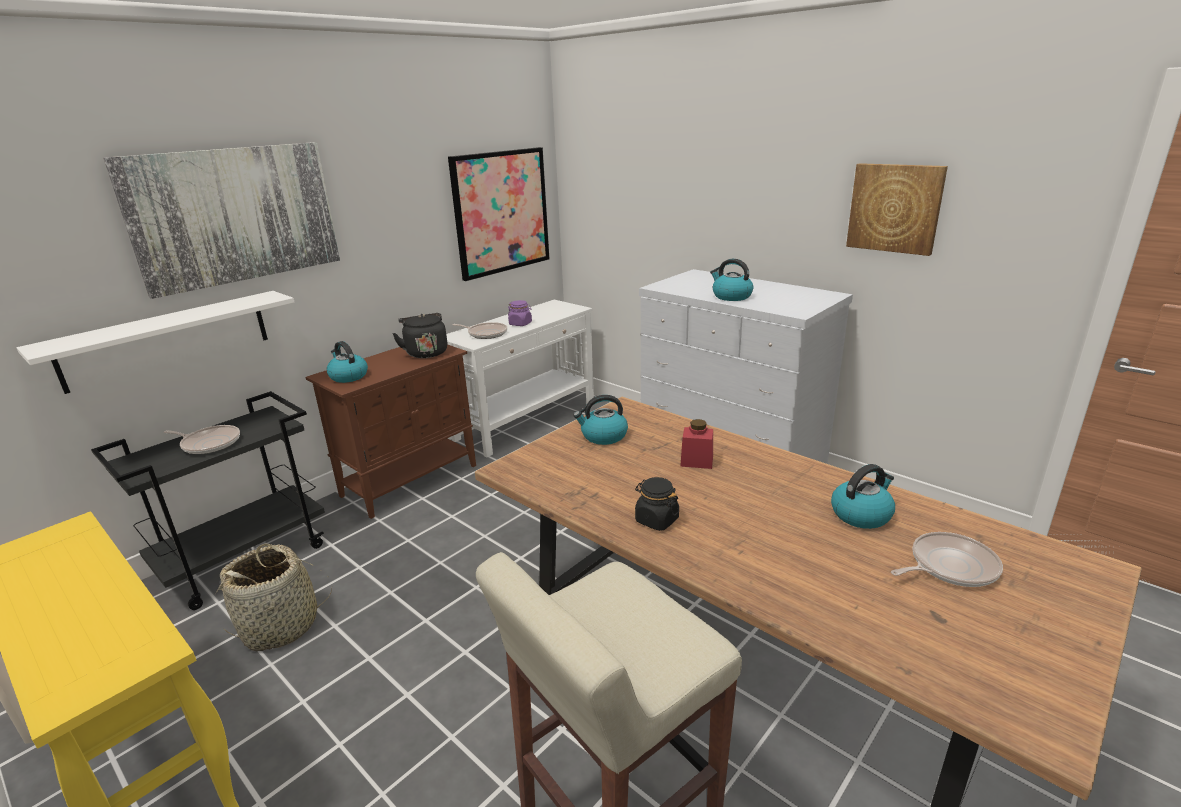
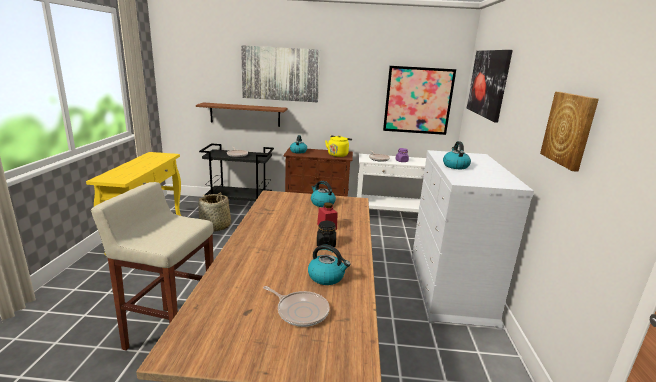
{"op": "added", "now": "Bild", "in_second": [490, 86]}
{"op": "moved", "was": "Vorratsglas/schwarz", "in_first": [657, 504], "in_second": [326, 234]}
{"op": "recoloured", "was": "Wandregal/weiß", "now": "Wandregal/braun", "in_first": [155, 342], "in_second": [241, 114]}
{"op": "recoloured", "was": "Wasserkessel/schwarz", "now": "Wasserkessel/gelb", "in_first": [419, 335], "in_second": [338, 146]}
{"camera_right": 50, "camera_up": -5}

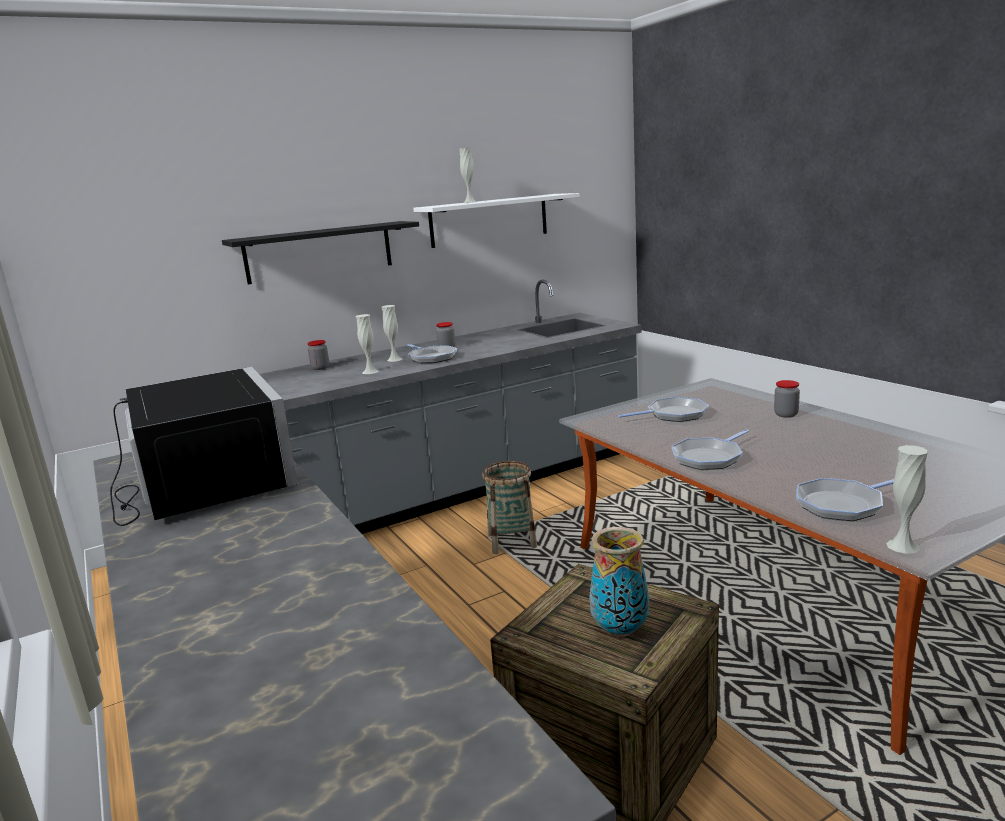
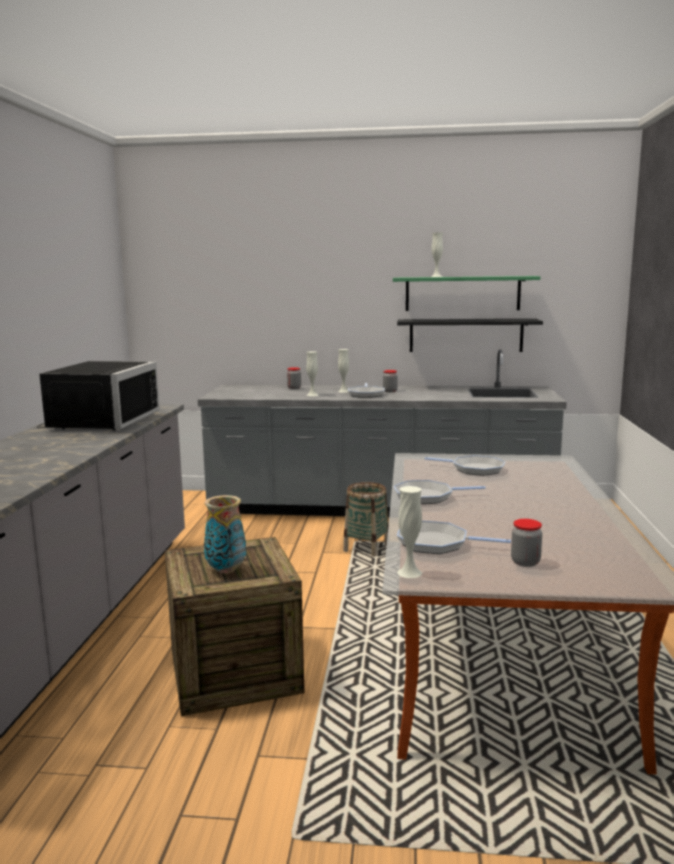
{"op": "moved", "was": "Wandregal/schwarz", "in_first": [320, 253], "in_second": [470, 335]}
{"op": "moved", "was": "Vorratsglas", "in_first": [787, 399], "in_second": [526, 543]}
{"op": "recoloured", "was": "Wandregal/weiß", "now": "Wandregal/grün", "in_first": [496, 220], "in_second": [466, 293]}
{"camera_right": 35, "camera_up": -5}

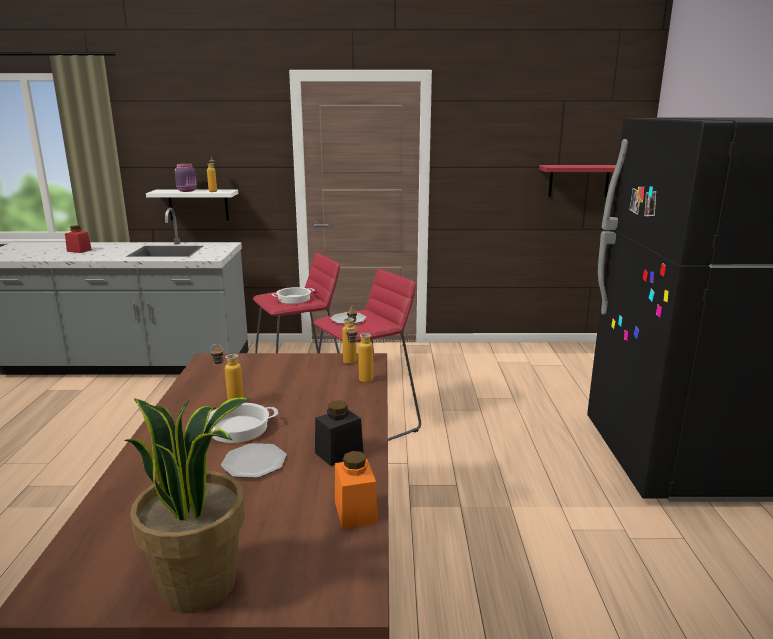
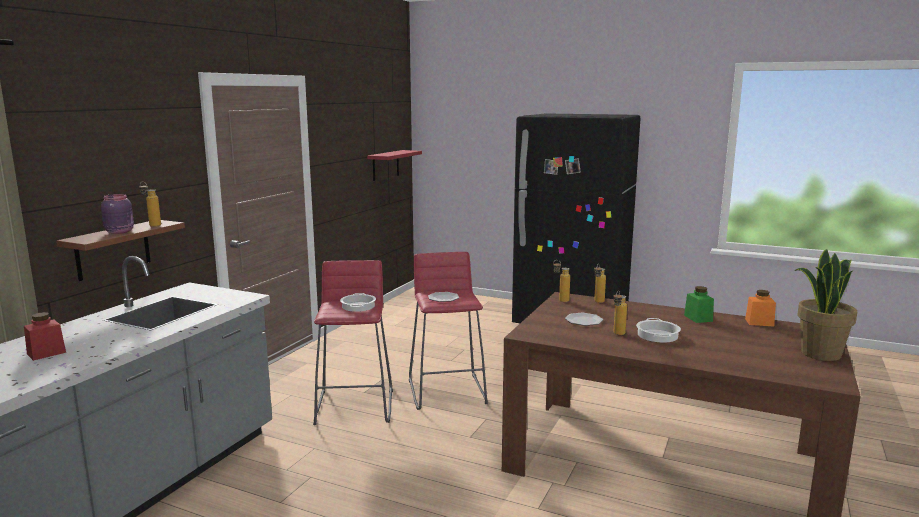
{"op": "moved", "was": "Teller", "in_first": [254, 460], "in_second": [584, 319]}
{"op": "recoloured", "was": "Wandregal/weiß", "now": "Wandregal/braun", "in_first": [192, 205], "in_second": [120, 250]}
{"op": "recoloured", "was": "Vorratsglas/schwarz", "now": "Vorratsglas/grün", "in_first": [339, 433], "in_second": [699, 304]}
{"camera_right": -65, "camera_up": -5}

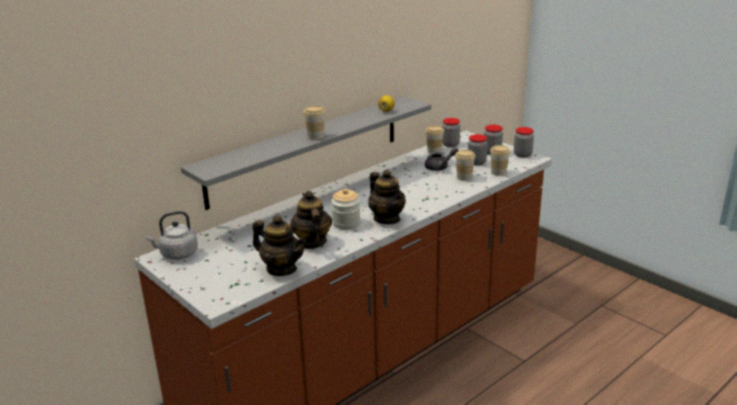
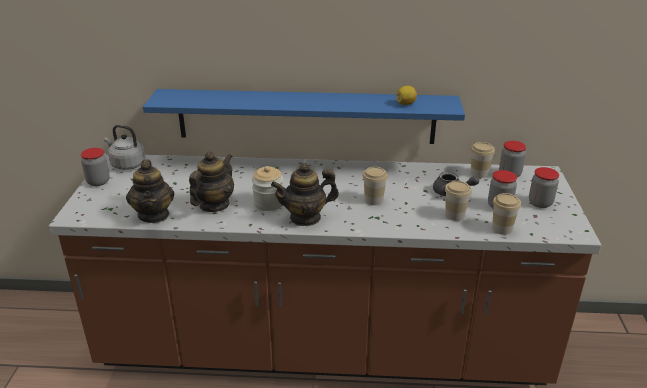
{"op": "moved", "was": "Tasse", "in_first": [314, 122], "in_second": [375, 186]}
{"op": "moved", "was": "Vorratsglas", "in_first": [524, 142], "in_second": [95, 167]}
{"op": "recoloured", "was": "Wandregal/grau", "now": "Wandregal/blau", "in_first": [306, 153], "in_second": [304, 116]}
{"op": "turned", "was": "Teekanne", "in_first": [387, 197], "in_second": [305, 194], "clockwise": 60}
{"camera_right": 45, "camera_up": 5}

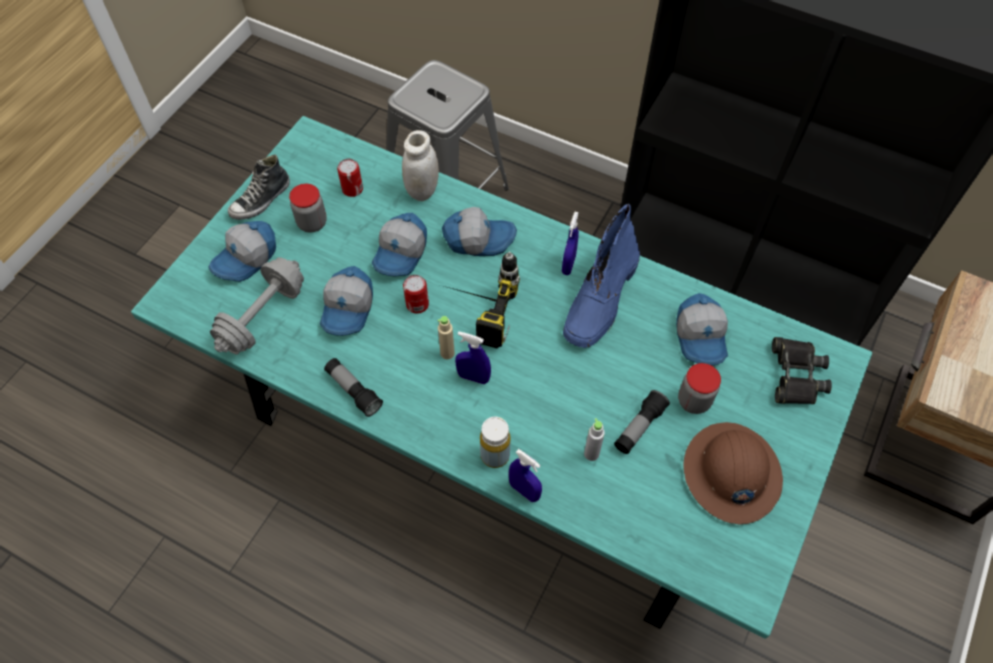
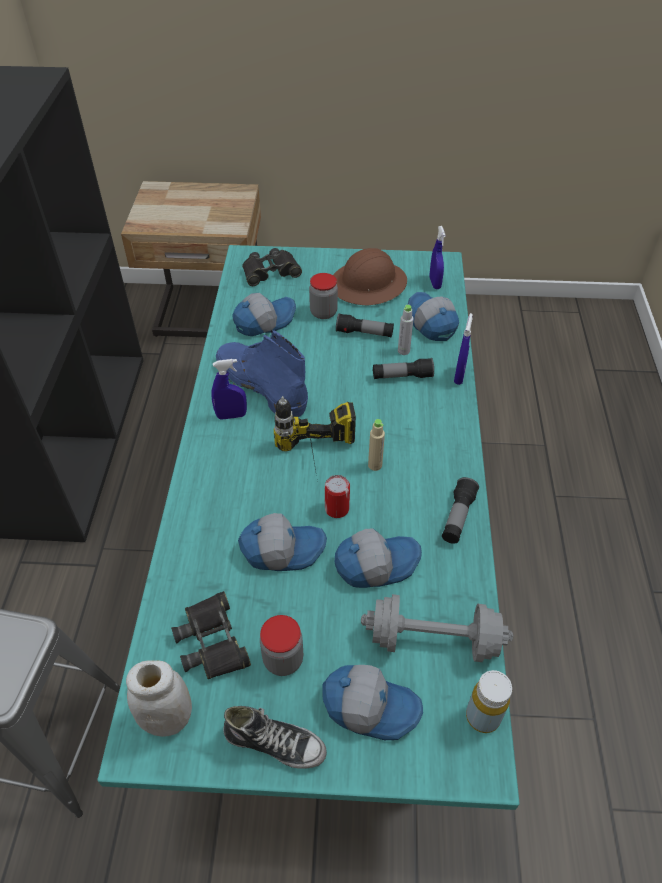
{"op": "added", "now": "Taschenlampe", "in_second": [403, 368]}
{"op": "moved", "was": "Vorratsglas/weiß", "in_first": [420, 165], "in_second": [159, 698]}
{"op": "moved", "was": "Kappe", "in_first": [479, 231], "in_second": [433, 316]}
{"op": "moved", "was": "Sprühflasche/blau", "in_first": [473, 358], "in_second": [437, 257]}
{"op": "moved", "was": "Flasche/gelb", "in_first": [495, 442], "in_second": [489, 701]}
{"op": "replaced", "was": "Dose", "now": "Fernglas/schwarz", "in_first": [350, 178], "in_second": [211, 635]}
{"op": "turned", "was": "Stiefel/blau", "in_first": [601, 276], "in_second": [262, 374], "clockwise": -135}
{"camera_right": -115, "camera_up": -10}

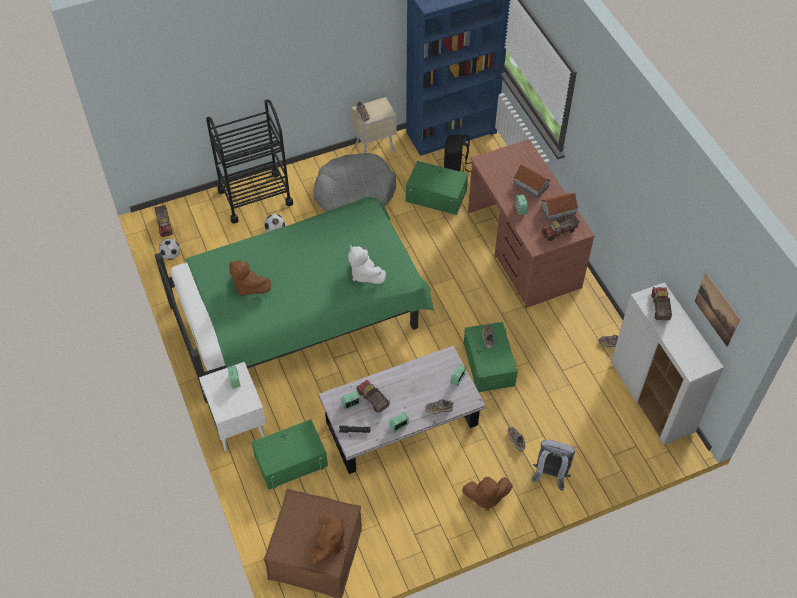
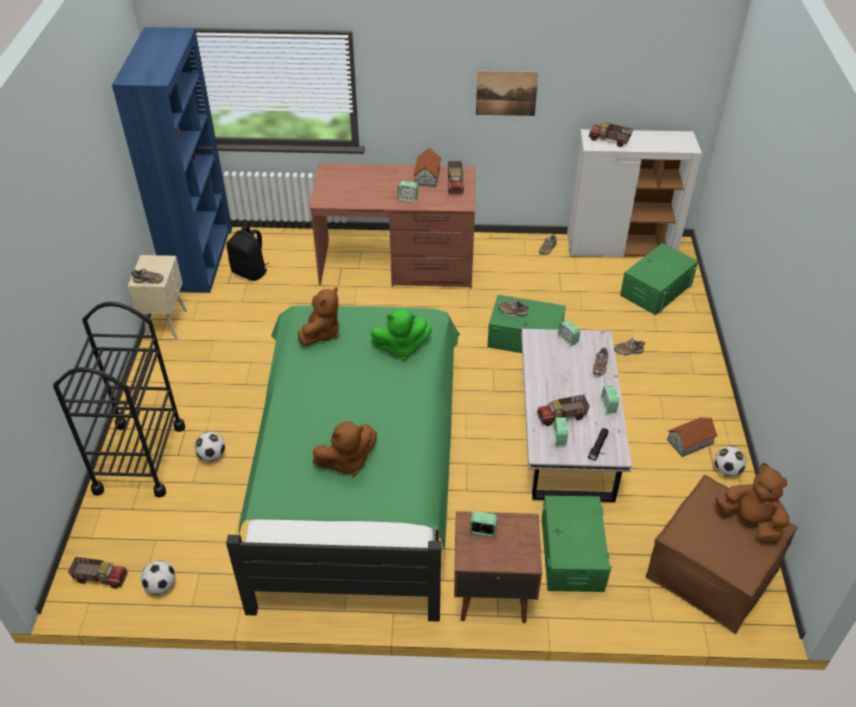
{"op": "removed", "was": "Hundebett/grau", "in_first": [354, 182]}
{"op": "removed", "was": "Rucksack/grau", "in_first": [553, 465]}
{"op": "added", "now": "Fußball", "in_second": [730, 461]}
{"op": "moved", "was": "Aufbewahrungsbox/grün", "in_first": [437, 188], "in_second": [659, 279]}
{"op": "moved", "was": "Plüschtier/braun", "in_first": [487, 494], "in_second": [318, 316]}
{"op": "moved", "was": "Spielzeughaus", "in_first": [532, 181], "in_second": [692, 437]}
{"op": "moved", "was": "Bild", "in_first": [717, 310], "in_second": [507, 93]}
{"op": "recoloured", "was": "Nachttisch/weiß", "now": "Nachttisch/braun", "in_first": [232, 406], "in_second": [498, 567]}
{"op": "recoloured", "was": "Plüschtier/weiß", "now": "Plüschtier/grün", "in_first": [367, 264], "in_second": [401, 334]}
{"camera_right": -65, "camera_up": -10}

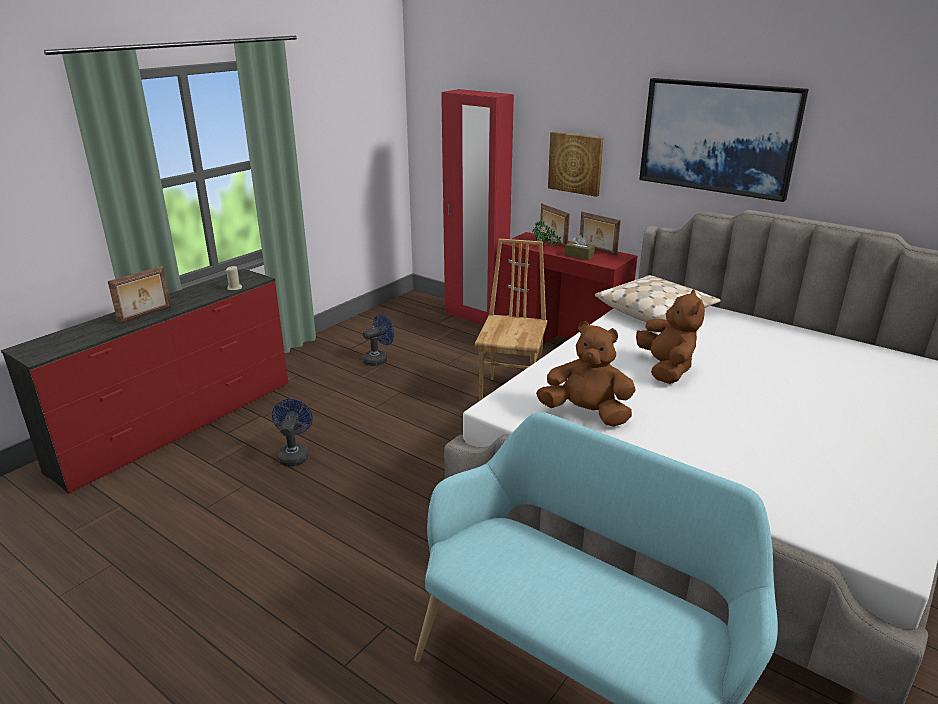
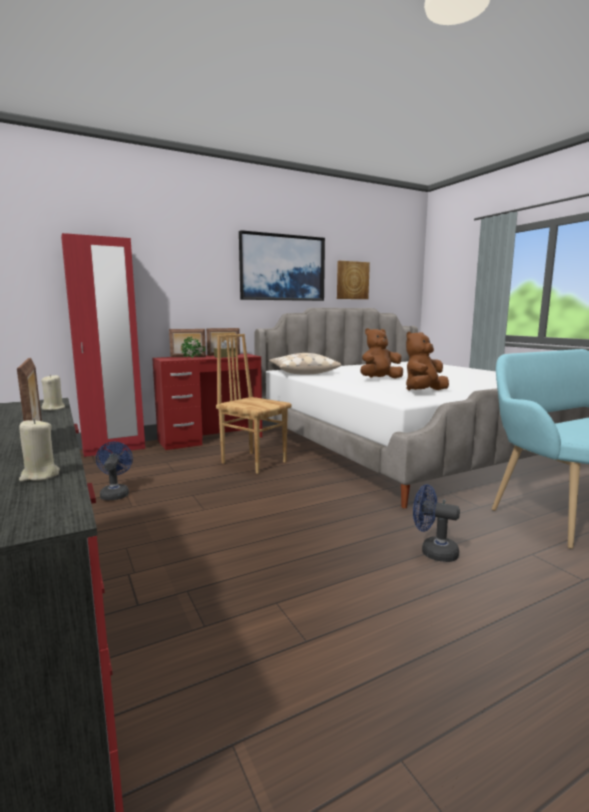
{"op": "added", "now": "Kerze/beige", "in_second": [39, 449]}
{"op": "moved", "was": "Ventilator/blau", "in_first": [292, 432], "in_second": [436, 523]}
{"op": "moved", "was": "Bild", "in_first": [576, 164], "in_second": [353, 280]}
{"op": "turned", "was": "Plüschtier/braun", "in_first": [670, 337], "in_second": [381, 353], "clockwise": -45}
{"camera_right": -65, "camera_up": -15}

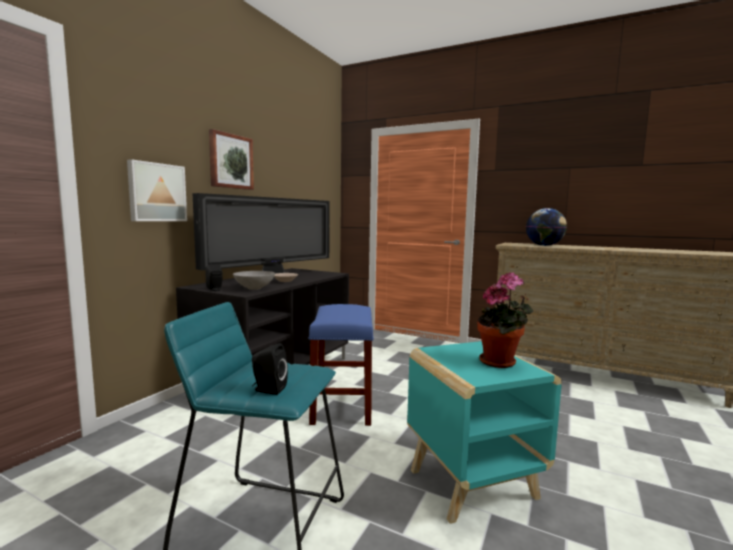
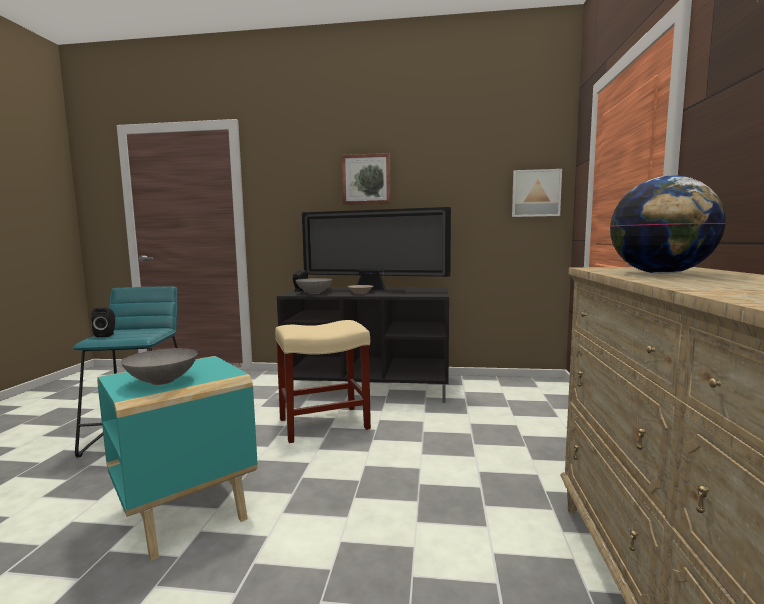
{"op": "moved", "was": "Bild", "in_first": [157, 190], "in_second": [537, 193]}
{"op": "replaced", "was": "Topfpflanze", "now": "Schüssel/grau", "in_first": [505, 320], "in_second": [159, 366]}
{"op": "recoloured", "was": "Hocker/blau", "now": "Hocker/beige", "in_first": [341, 365], "in_second": [323, 381]}
{"camera_right": 70, "camera_up": 0}

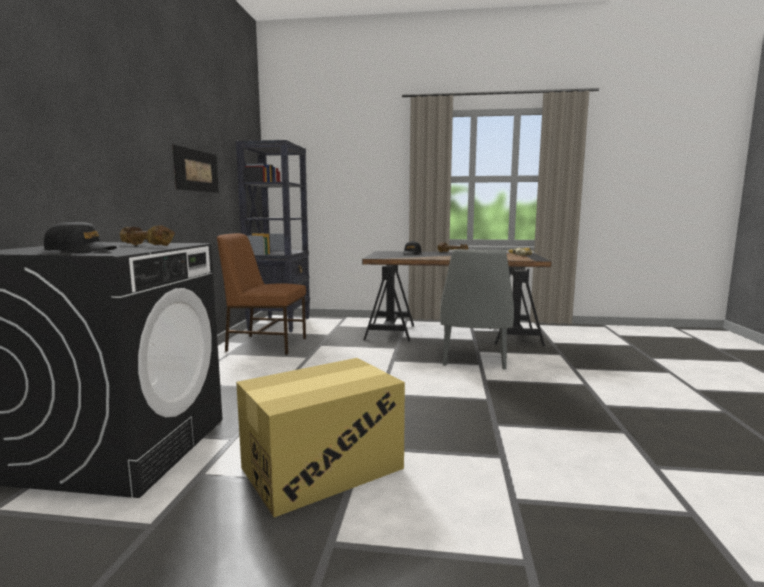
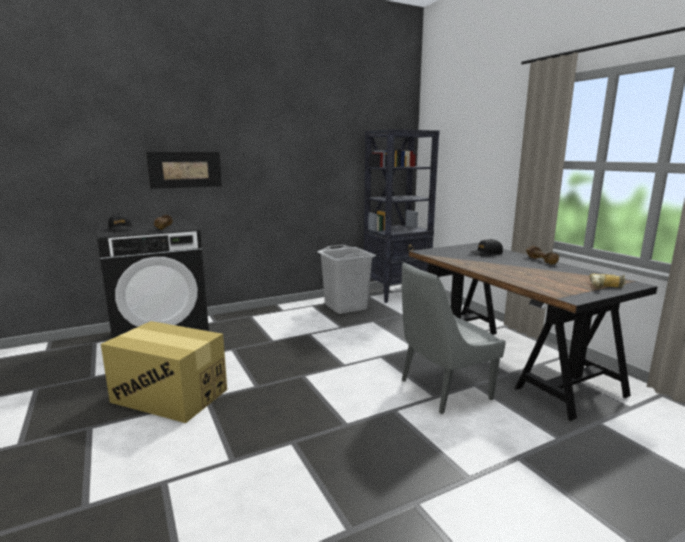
{"op": "moved", "was": "Bild", "in_first": [195, 169], "in_second": [184, 170]}
{"op": "replaced", "was": "Stuhl/braun", "now": "Wäschekorb/grau", "in_first": [261, 294], "in_second": [346, 279]}
{"camera_right": 55, "camera_up": 5}

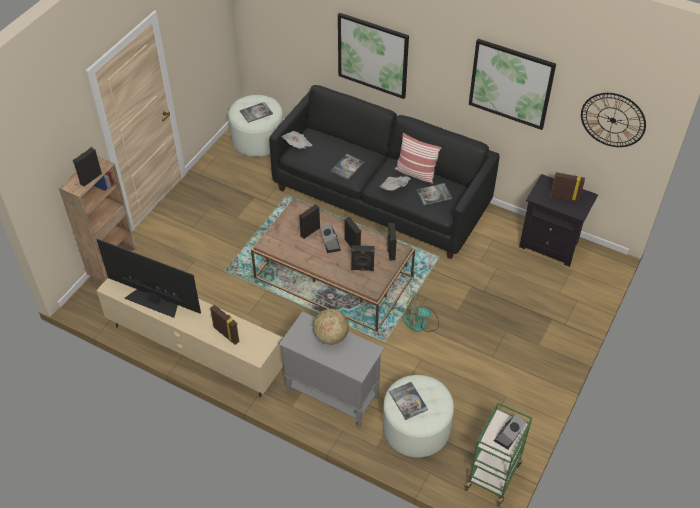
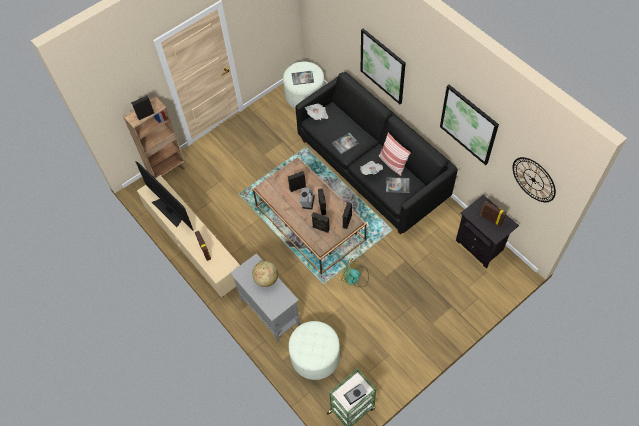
{"op": "removed", "was": "Buch", "in_first": [408, 401]}
{"camera_right": 25, "camera_up": 10}

